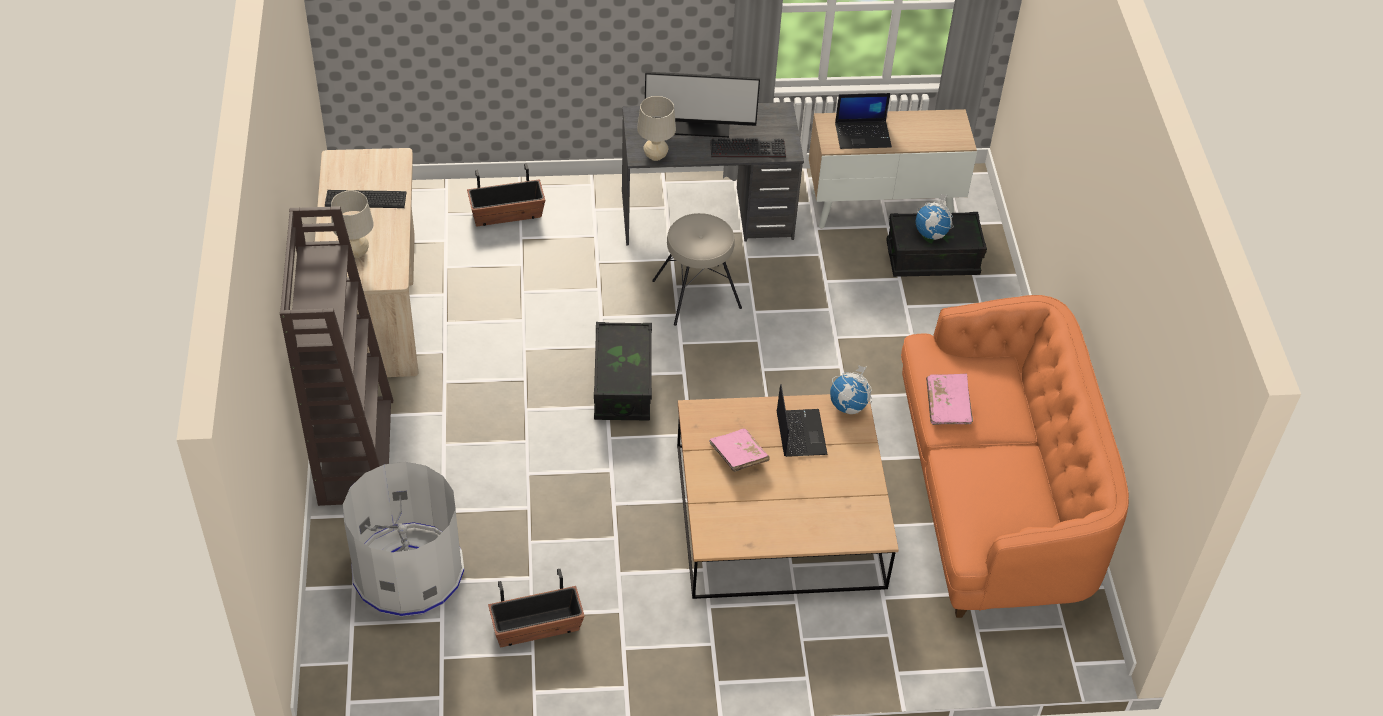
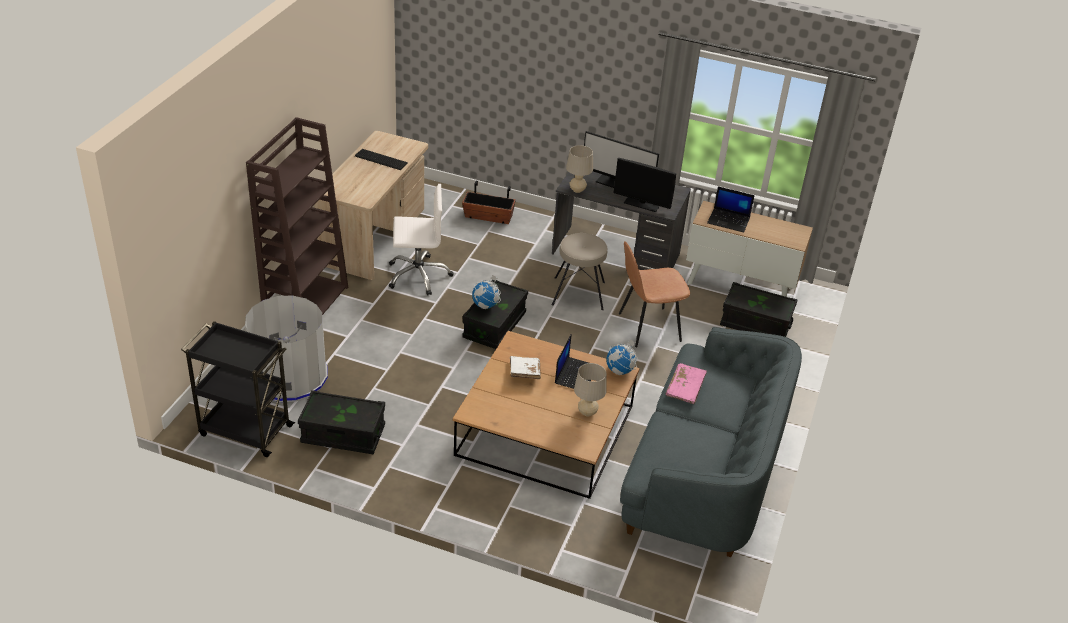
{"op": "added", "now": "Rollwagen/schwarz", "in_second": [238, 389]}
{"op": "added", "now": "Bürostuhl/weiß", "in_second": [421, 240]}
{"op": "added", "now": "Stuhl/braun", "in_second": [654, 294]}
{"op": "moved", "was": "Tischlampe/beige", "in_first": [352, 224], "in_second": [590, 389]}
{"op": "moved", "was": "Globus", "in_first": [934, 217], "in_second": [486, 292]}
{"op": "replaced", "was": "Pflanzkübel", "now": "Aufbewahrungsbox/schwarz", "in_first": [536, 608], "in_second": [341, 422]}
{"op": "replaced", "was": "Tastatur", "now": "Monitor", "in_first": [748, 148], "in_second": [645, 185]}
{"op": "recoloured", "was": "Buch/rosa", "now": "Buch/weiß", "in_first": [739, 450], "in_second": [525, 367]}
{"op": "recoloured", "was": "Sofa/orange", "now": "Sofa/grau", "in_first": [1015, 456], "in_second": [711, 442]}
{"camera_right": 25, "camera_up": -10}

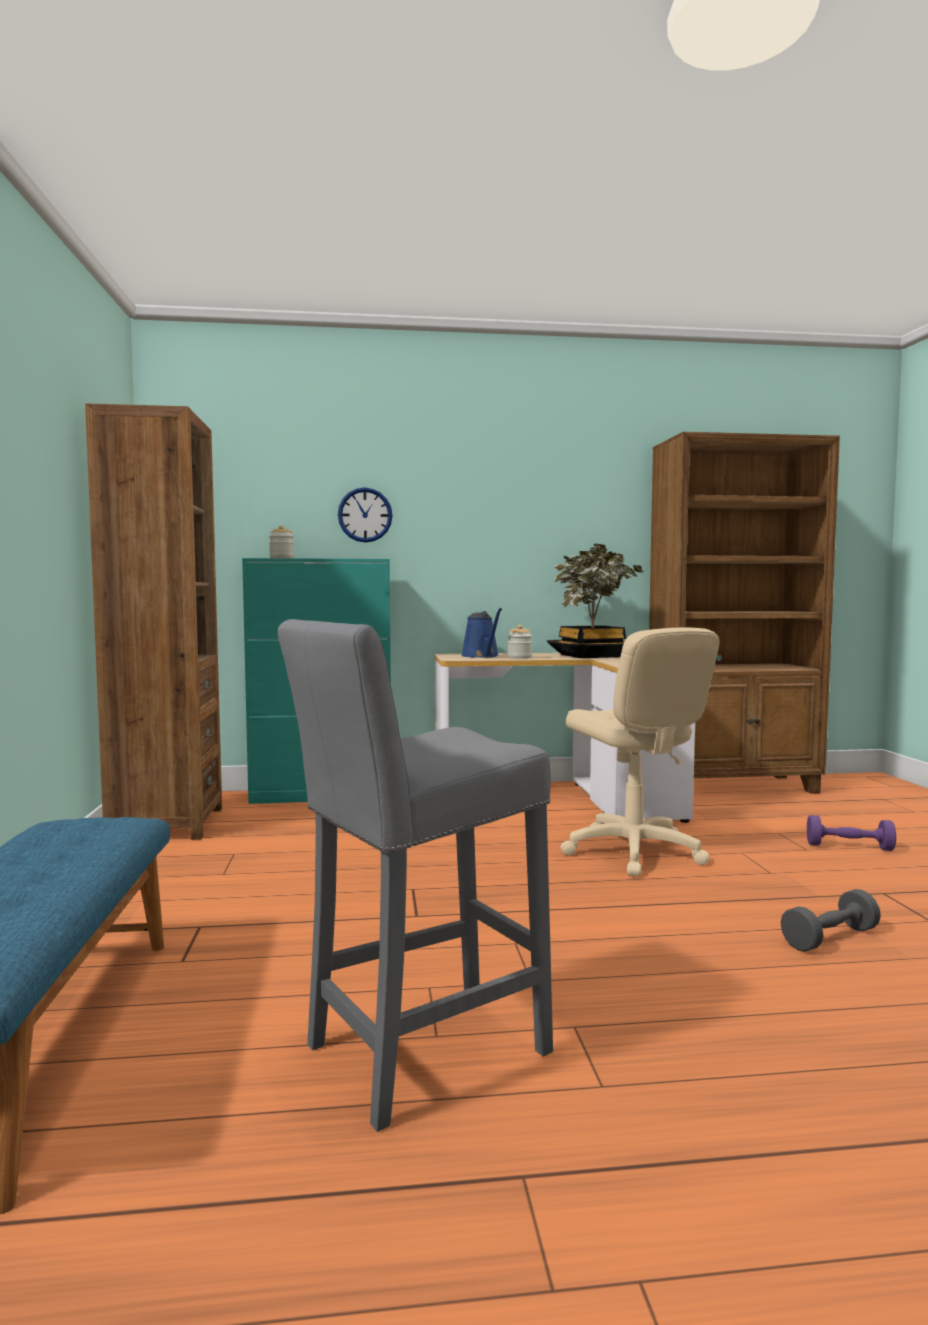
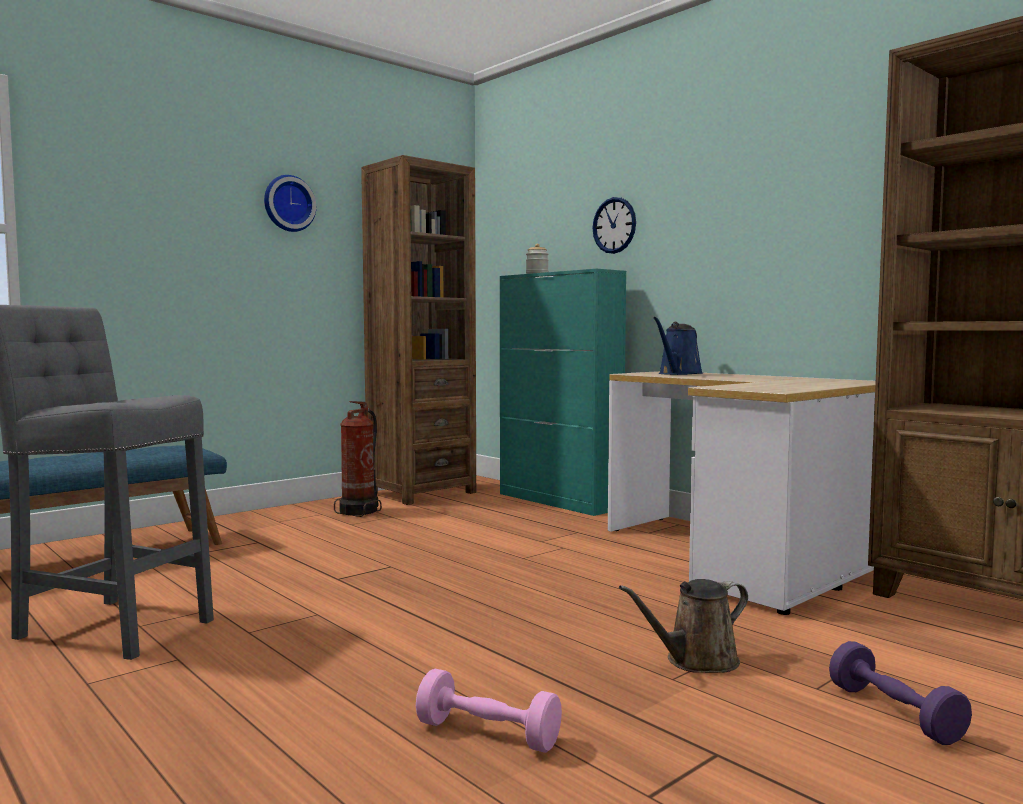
{"op": "removed", "was": "Vorratsglas", "in_first": [519, 642]}
{"op": "removed", "was": "Topfpflanze", "in_first": [595, 600]}
{"op": "removed", "was": "Bürostuhl/beige", "in_first": [640, 751]}
{"op": "added", "now": "Wanduhr", "in_second": [290, 203]}
{"op": "added", "now": "Feuerlöscher", "in_second": [358, 459]}
{"op": "added", "now": "Gießkanne/braun", "in_second": [683, 626]}
{"op": "recoloured", "was": "Hantel/grau", "now": "Hantel/rosa", "in_first": [831, 920], "in_second": [489, 711]}
{"camera_right": 55, "camera_up": 0}

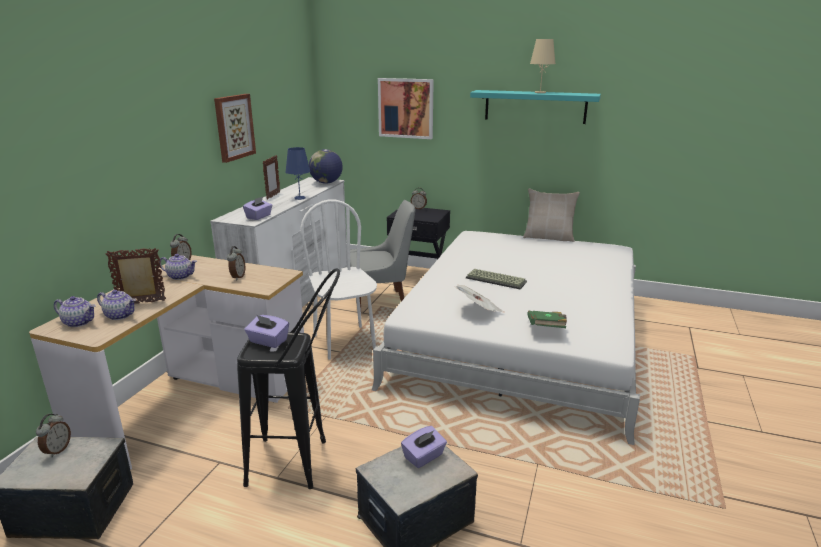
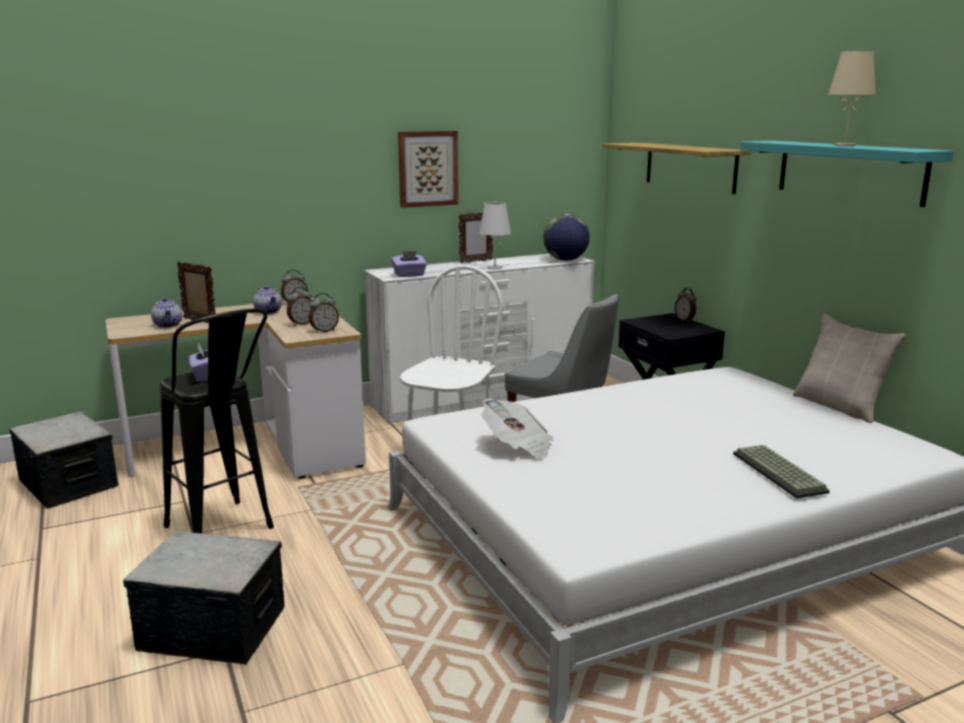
{"op": "removed", "was": "Teekanne", "in_first": [75, 311]}
{"op": "removed", "was": "Taschentuchbox/lila", "in_first": [424, 447]}
{"op": "removed", "was": "Buch/grün", "in_first": [547, 319]}
{"op": "moved", "was": "Wecker", "in_first": [53, 435], "in_second": [324, 313]}
{"op": "moved", "was": "Tastatur", "in_first": [496, 279], "in_second": [781, 471]}
{"op": "replaced", "was": "Bild", "now": "Wandregal", "in_first": [406, 108], "in_second": [676, 168]}
{"op": "recoloured", "was": "Tischlampe/blau", "now": "Tischlampe/weiß", "in_first": [298, 173], "in_second": [495, 235]}
{"camera_right": 45, "camera_up": -5}

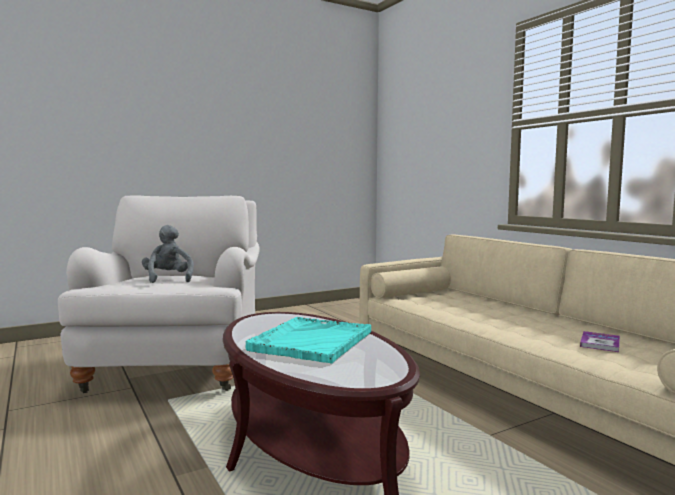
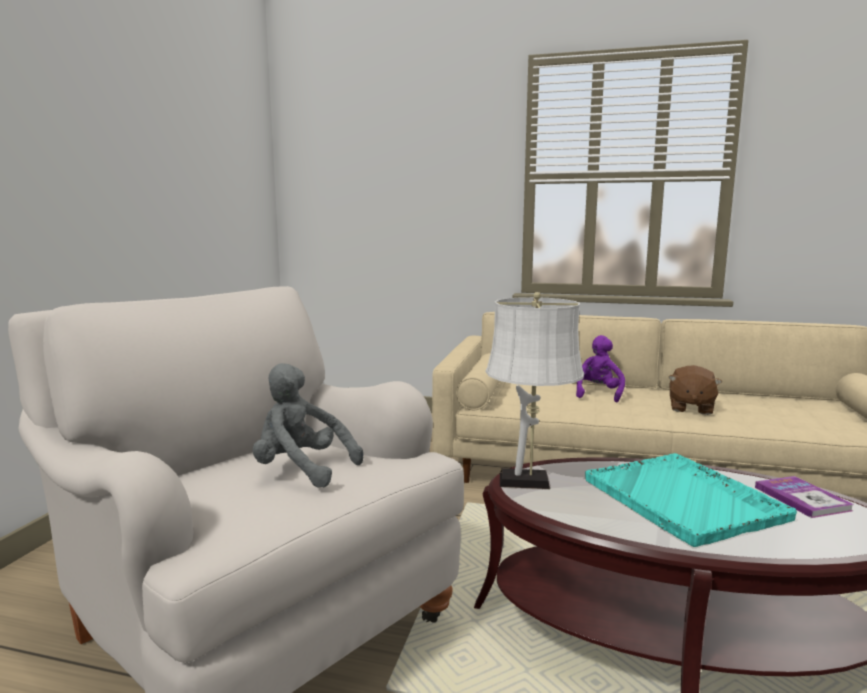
{"op": "added", "now": "Tischlampe/weiß", "in_second": [534, 390]}
{"op": "added", "now": "Plüschtier/lila", "in_second": [600, 369]}
{"op": "added", "now": "Plüschtier/braun", "in_second": [695, 390]}
{"op": "moved", "was": "Buch", "in_first": [600, 341], "in_second": [804, 497]}
{"camera_right": -45, "camera_up": 5}

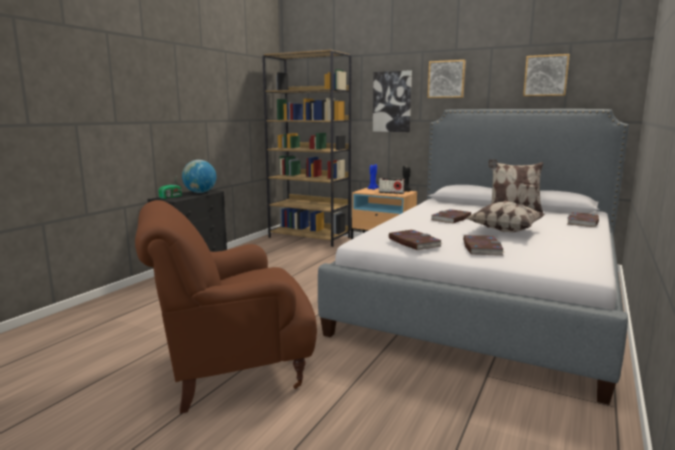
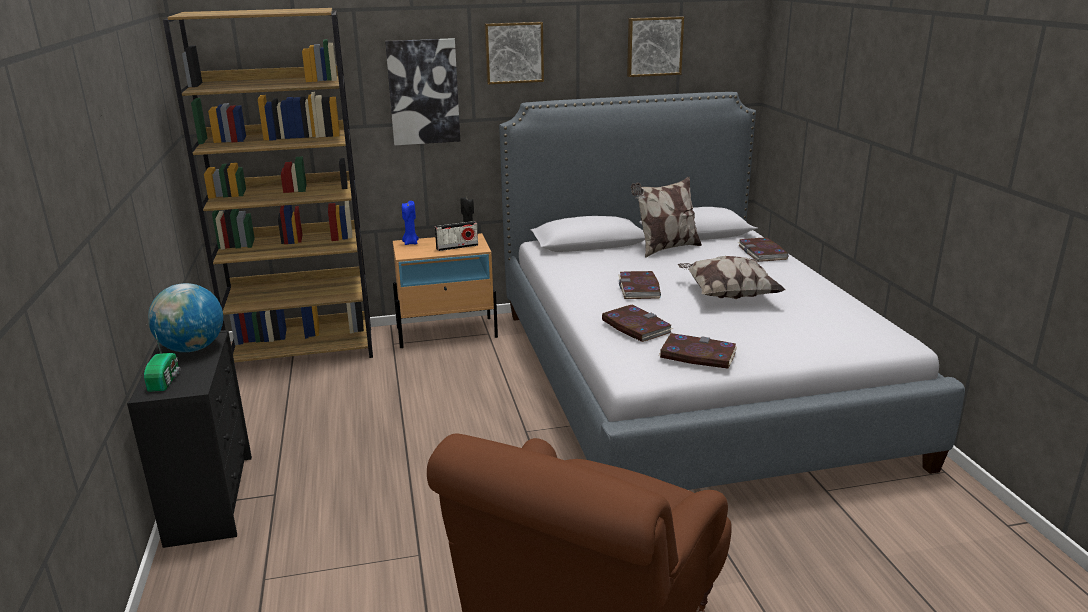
{"op": "moved", "was": "Buch", "in_first": [484, 245], "in_second": [638, 323]}
{"camera_right": -40, "camera_up": 10}

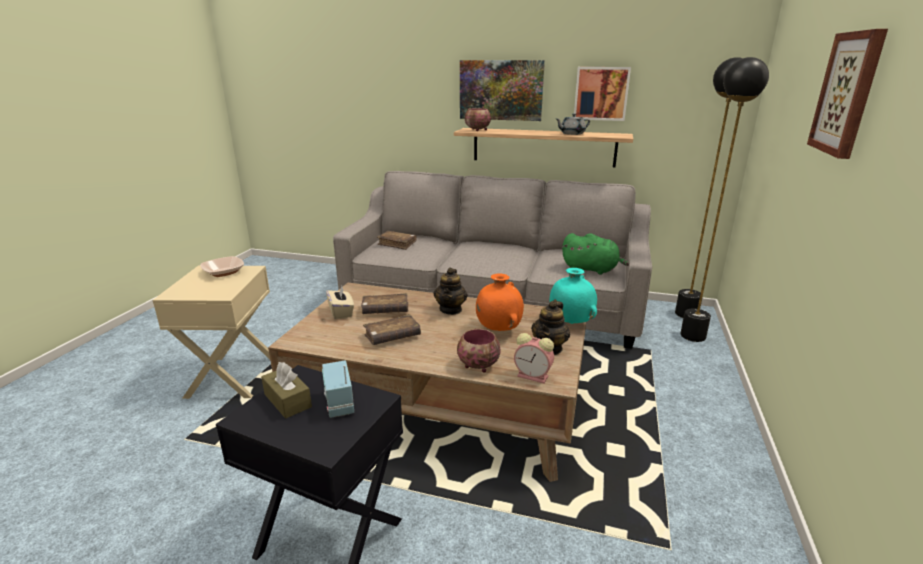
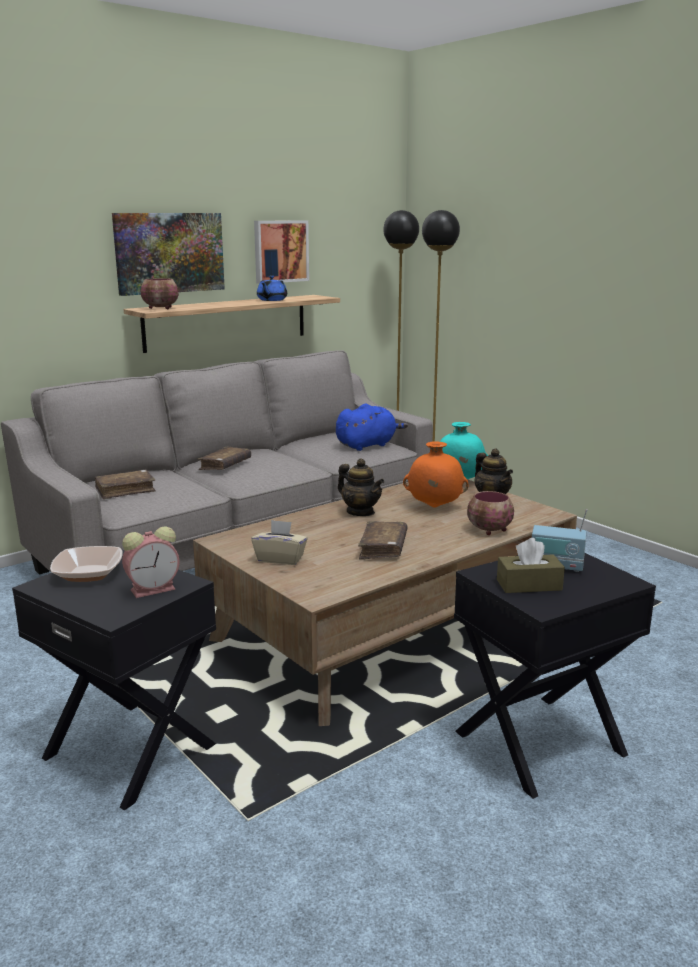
{"op": "removed", "was": "Bild", "in_first": [847, 94]}
{"op": "moved", "was": "Buch/braun", "in_first": [384, 303], "in_second": [224, 458]}
{"op": "moved", "was": "Wecker", "in_first": [534, 358], "in_second": [151, 562]}
{"op": "recoloured", "was": "Beistelltisch/beige", "now": "Beistelltisch/schwarz", "in_first": [211, 332], "in_second": [114, 680]}
{"op": "recoloured", "was": "Teekanne/grau", "now": "Teekanne/blau", "in_first": [573, 124], "in_second": [272, 288]}
{"op": "recoloured", "was": "Plüschtier/grün", "now": "Plüschtier/blau", "in_first": [595, 254], "in_second": [372, 427]}
{"camera_right": -55, "camera_up": -5}

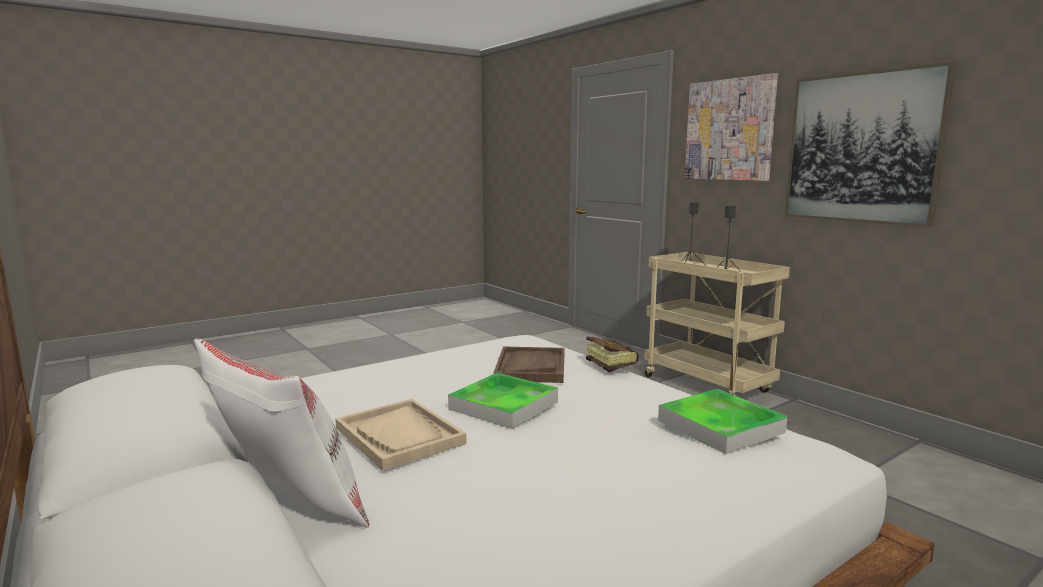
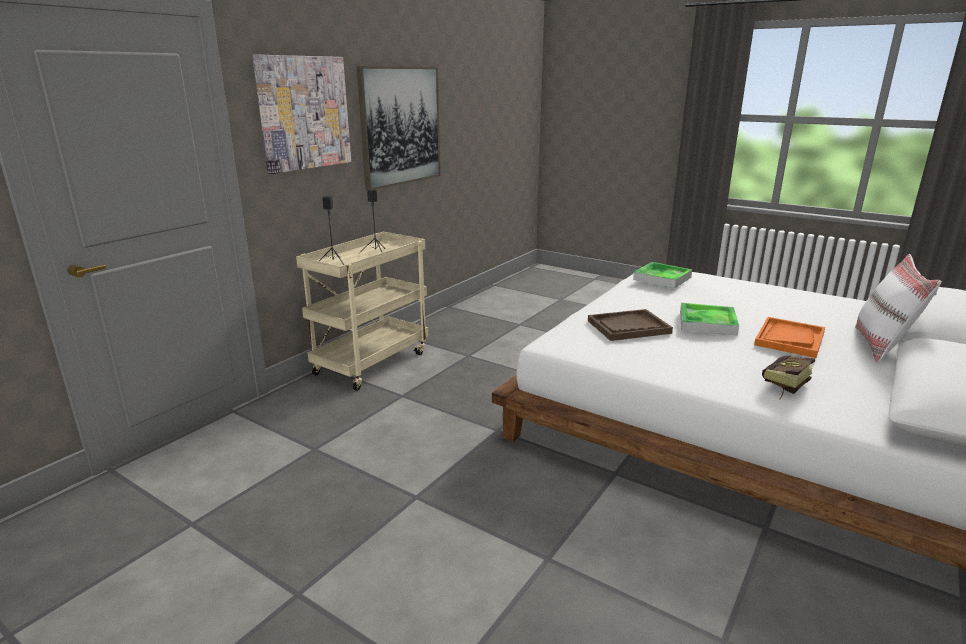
{"op": "moved", "was": "Buch", "in_first": [612, 355], "in_second": [788, 378]}
{"op": "recoloured", "was": "Tablett/beige", "now": "Tablett/orange", "in_first": [401, 435], "in_second": [789, 337]}
{"camera_right": -110, "camera_up": 10}

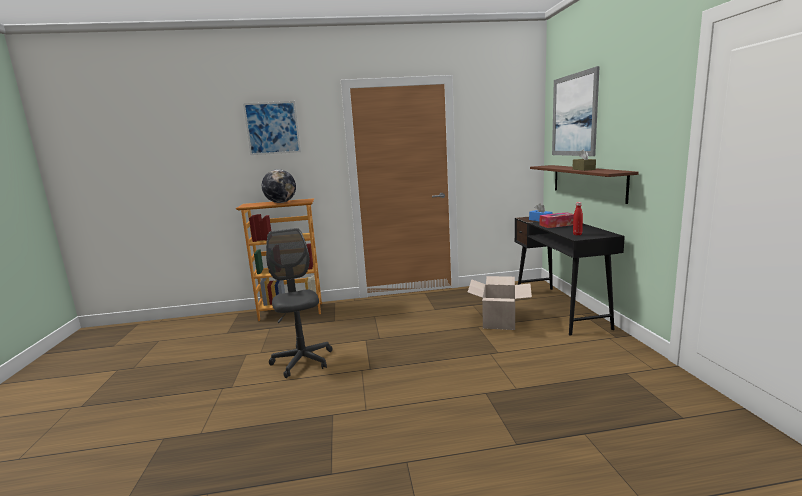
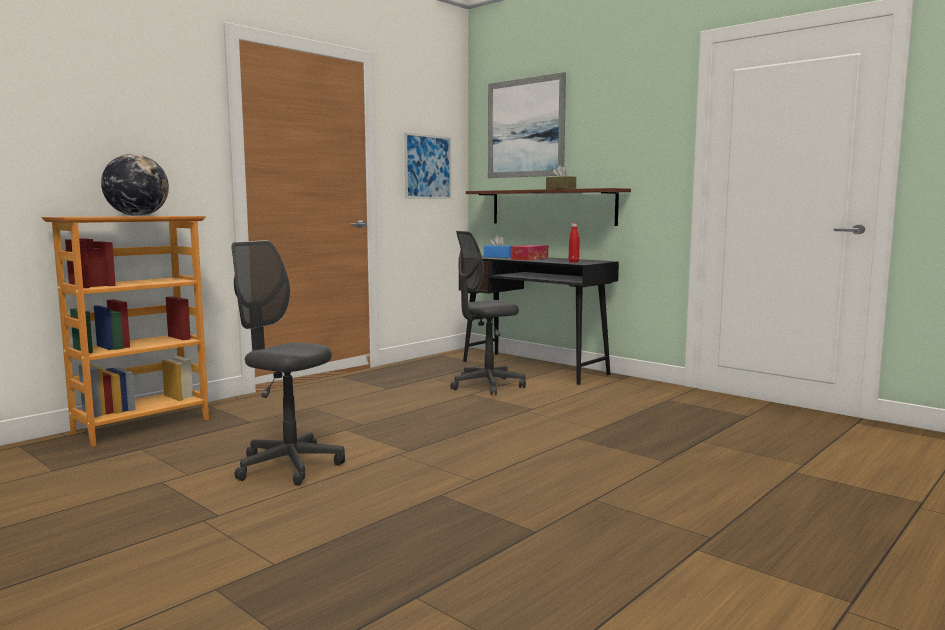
{"op": "moved", "was": "Bild", "in_first": [272, 128], "in_second": [427, 165]}
{"op": "replaced", "was": "Karton", "now": "Bürostuhl/grau", "in_first": [500, 303], "in_second": [488, 313]}
{"camera_right": -40, "camera_up": -5}

